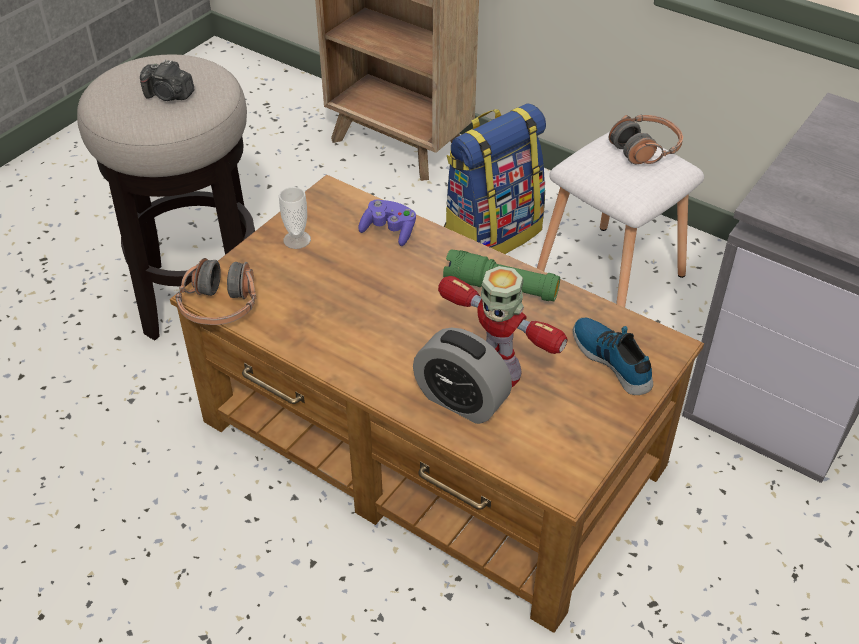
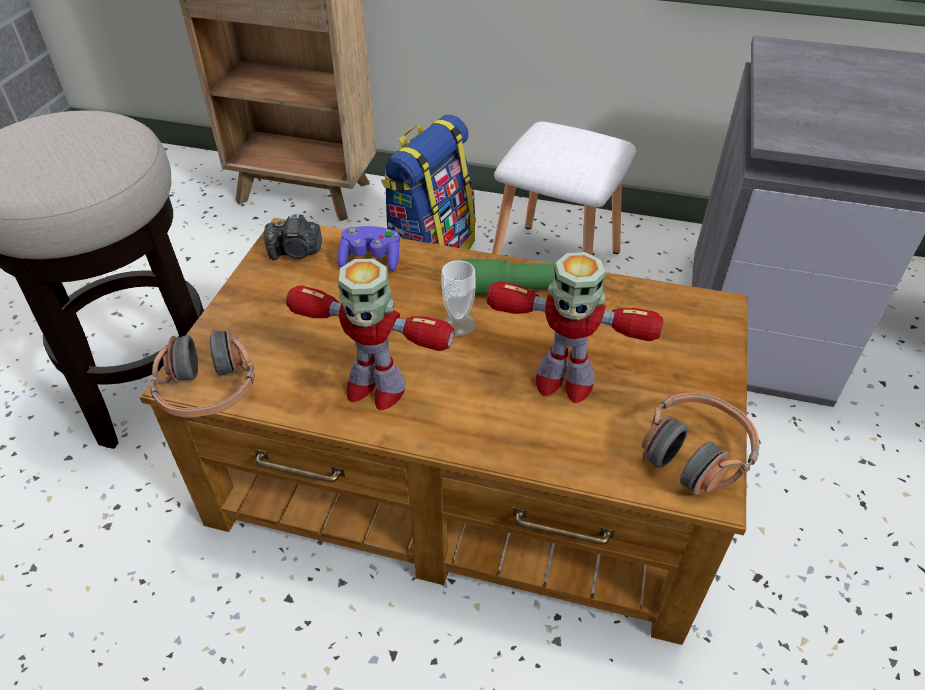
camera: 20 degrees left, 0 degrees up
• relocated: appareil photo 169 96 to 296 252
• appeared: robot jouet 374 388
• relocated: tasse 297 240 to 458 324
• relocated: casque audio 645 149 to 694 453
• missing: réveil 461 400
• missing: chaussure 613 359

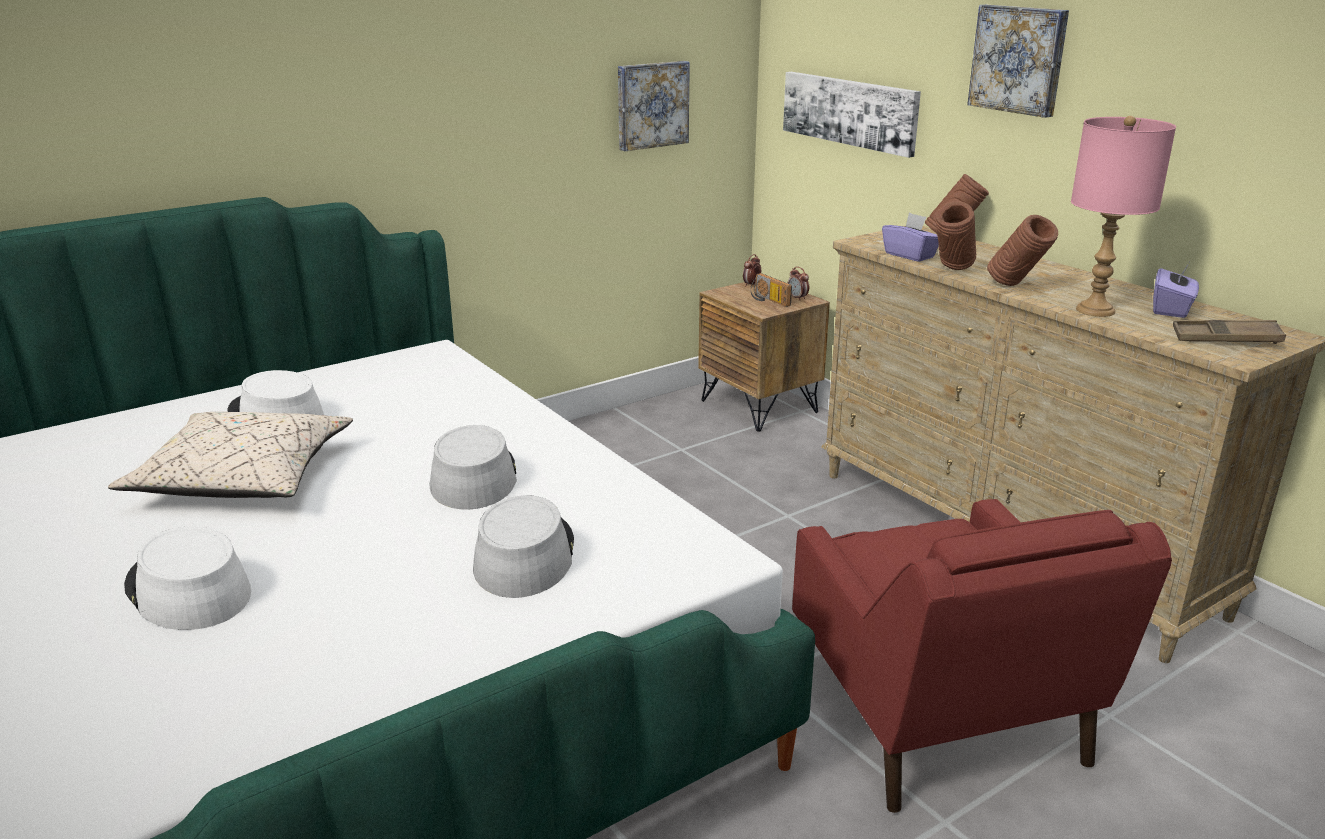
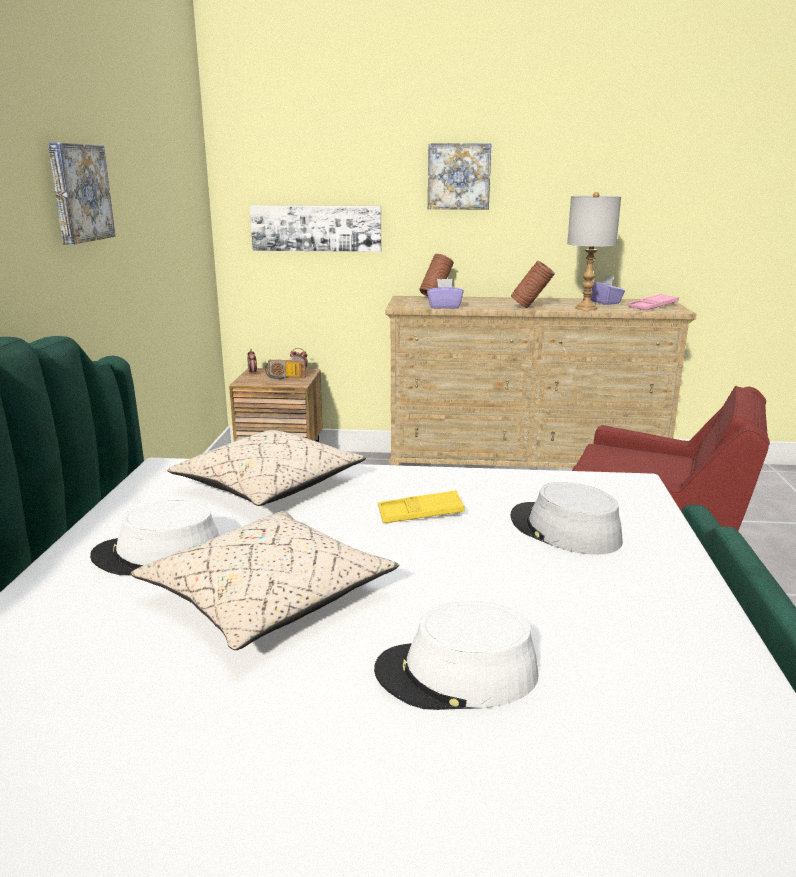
camera: 50 degrees left, 5 degrees down
• relocated: tableau 651 105 to 78 193
• appeared: coussin/beige 269 486
• exchanged: chapeau/gris 473 477 to plateau/jaune 420 513
• colour: lampe de table/rose 1096 310 to lampe de table/gris 586 308
• colour: plateau/marron 1225 339 to plateau/rose 653 306
• missing: vase/marron 952 271

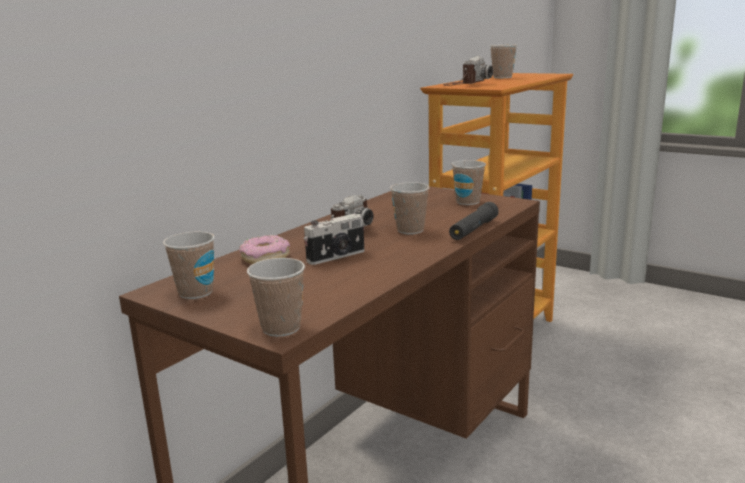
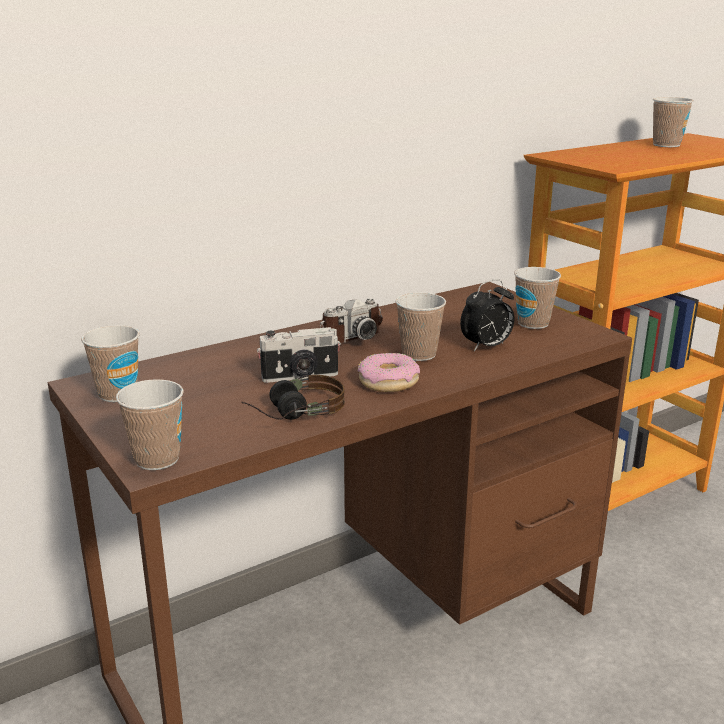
camera: 20 degrees right, 5 degrees up
• appeared: casque audio 292 414
• relocated: beignet 265 257 to 388 381
• appeared: réveil 486 347
• missing: appareil photo 465 84
• missing: lampe de poche/noir 473 229

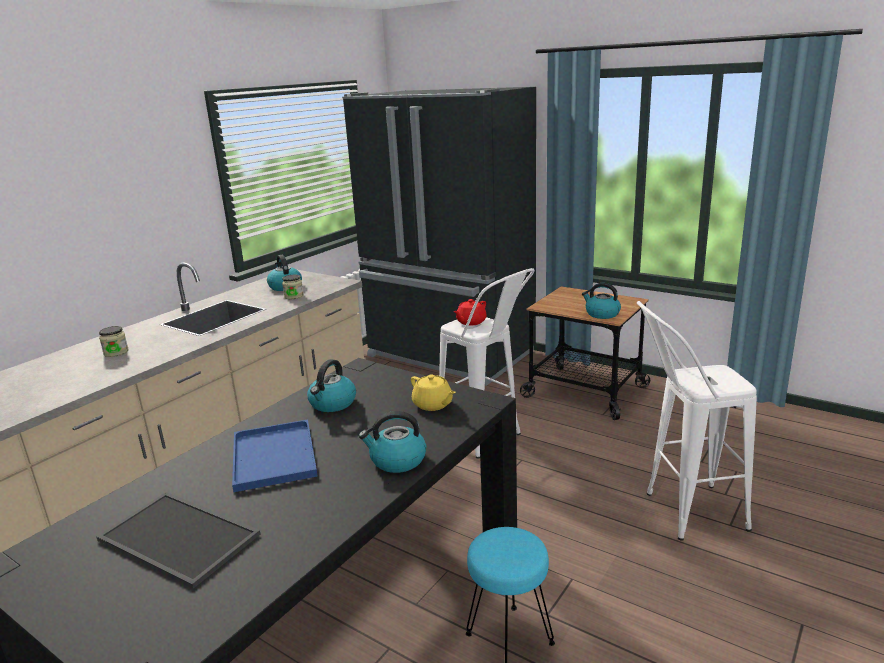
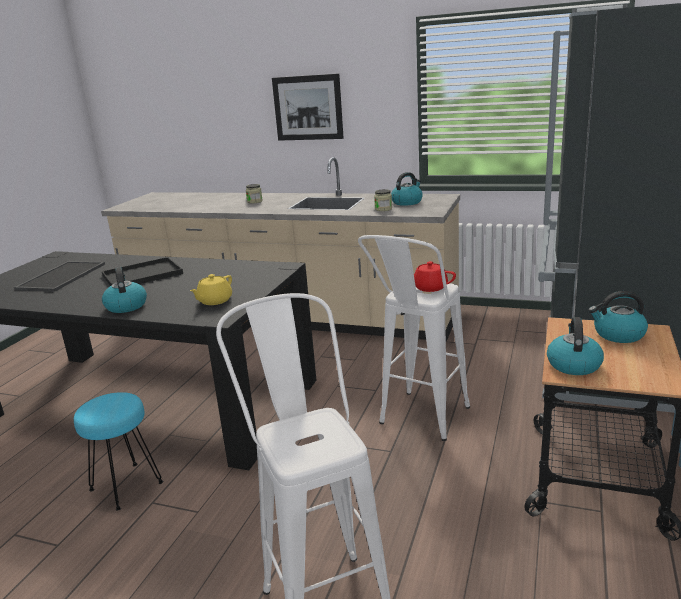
camera: 75 degrees right, 0 degrees up
• colour: plateau/bleu 272 455 to plateau/noir 144 274
• appeared: tableau 308 108
• relocated: bouilloire 332 403 to 618 335

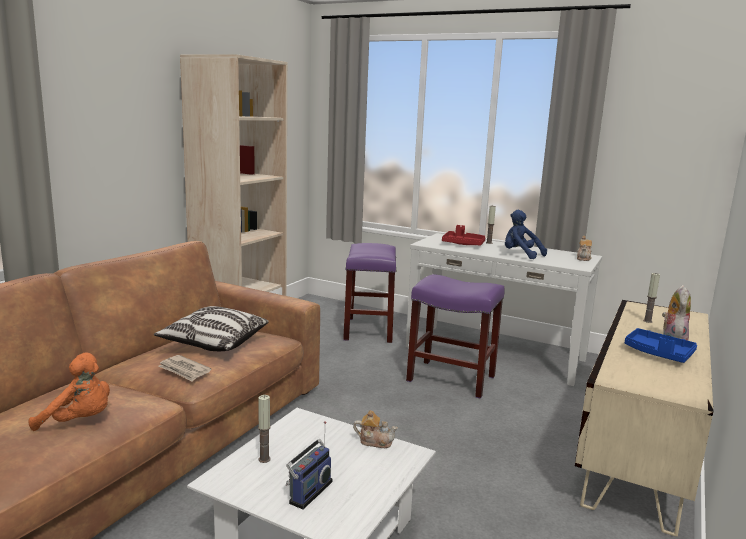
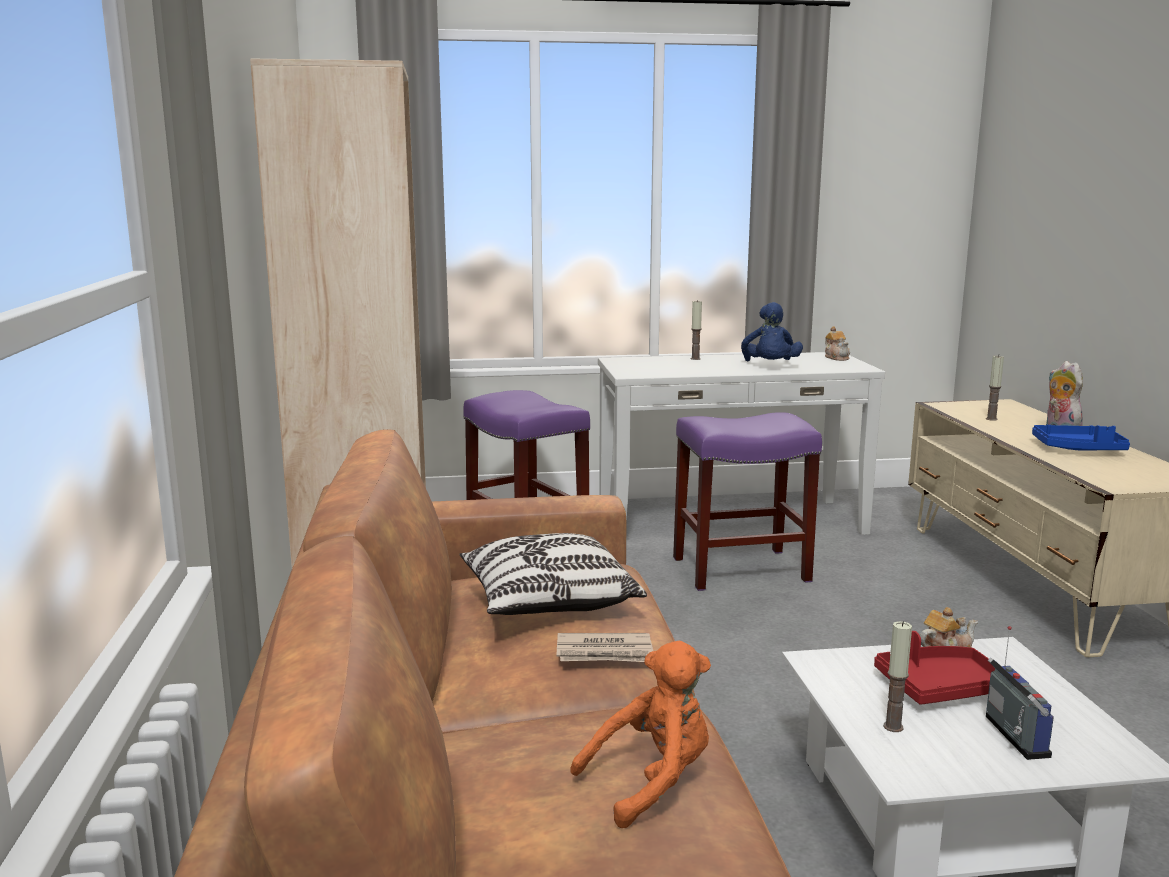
camera: 35 degrees left, 0 degrees up
• spun: peluche/bleu 520 255 = 770 366 90 degrees counterclockwise
• relocated: plateau/rouge 463 244 to 940 687

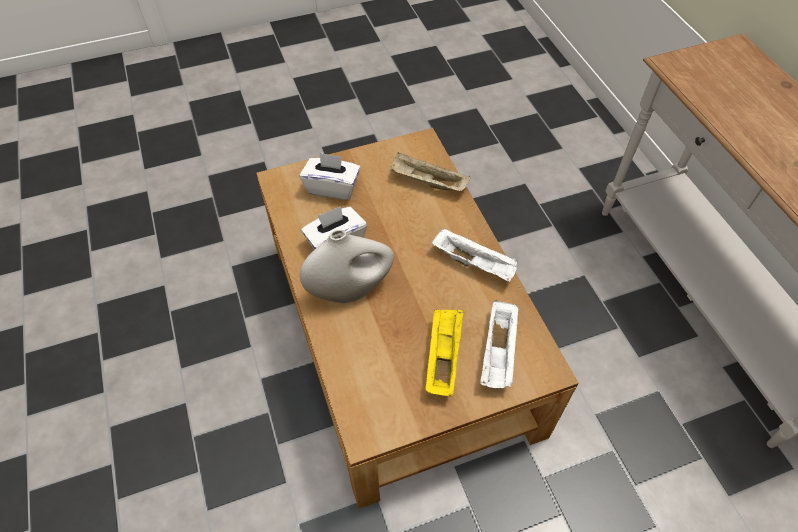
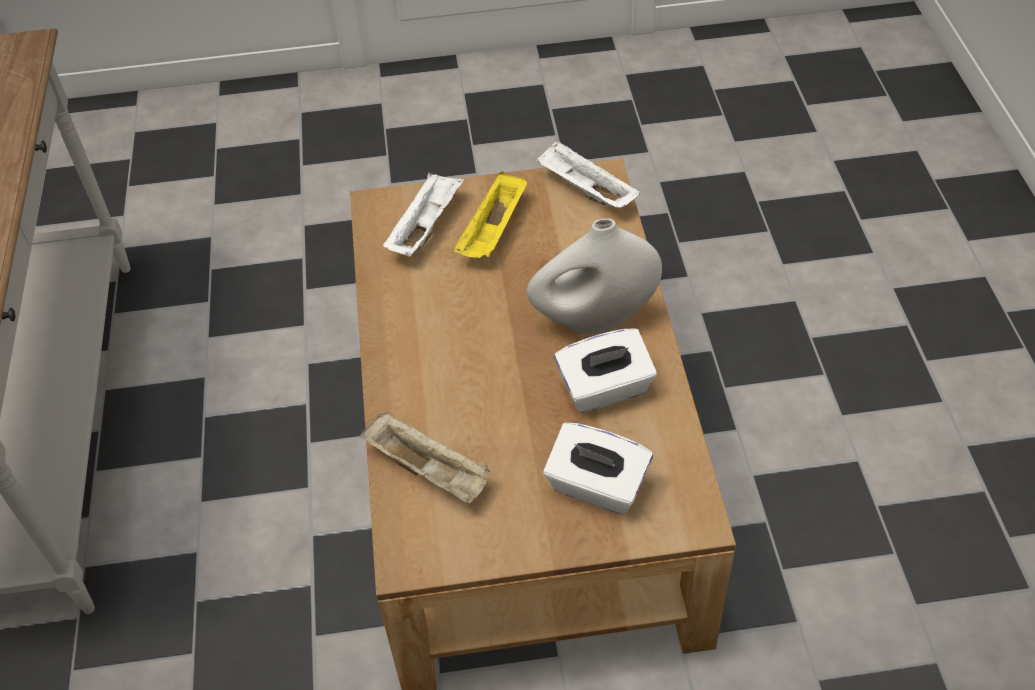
camera: 165 degrees left, 5 degrees down
• relocated: plateau/blanc 474 263 to 585 190

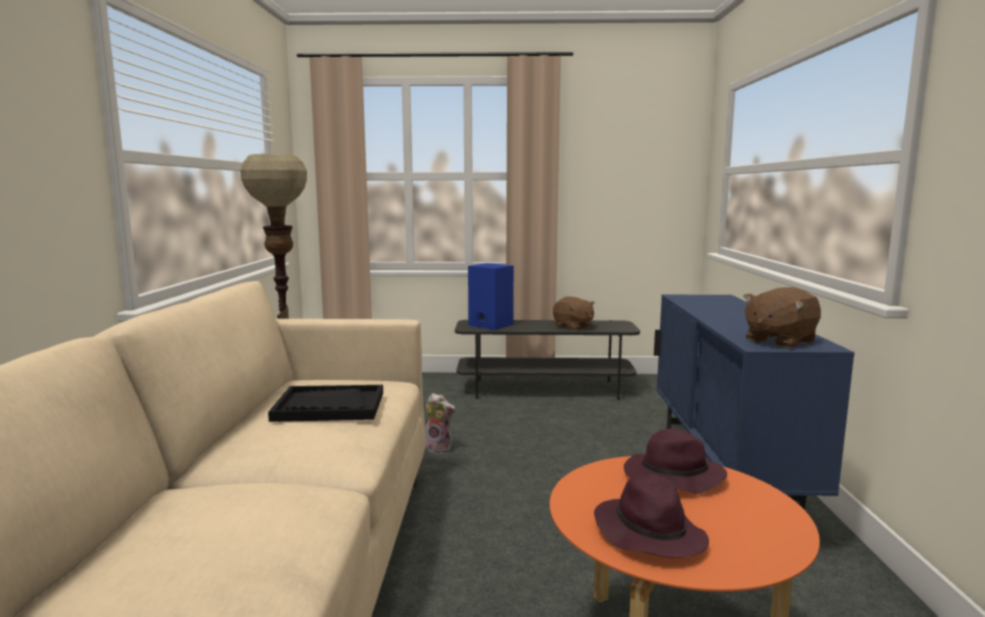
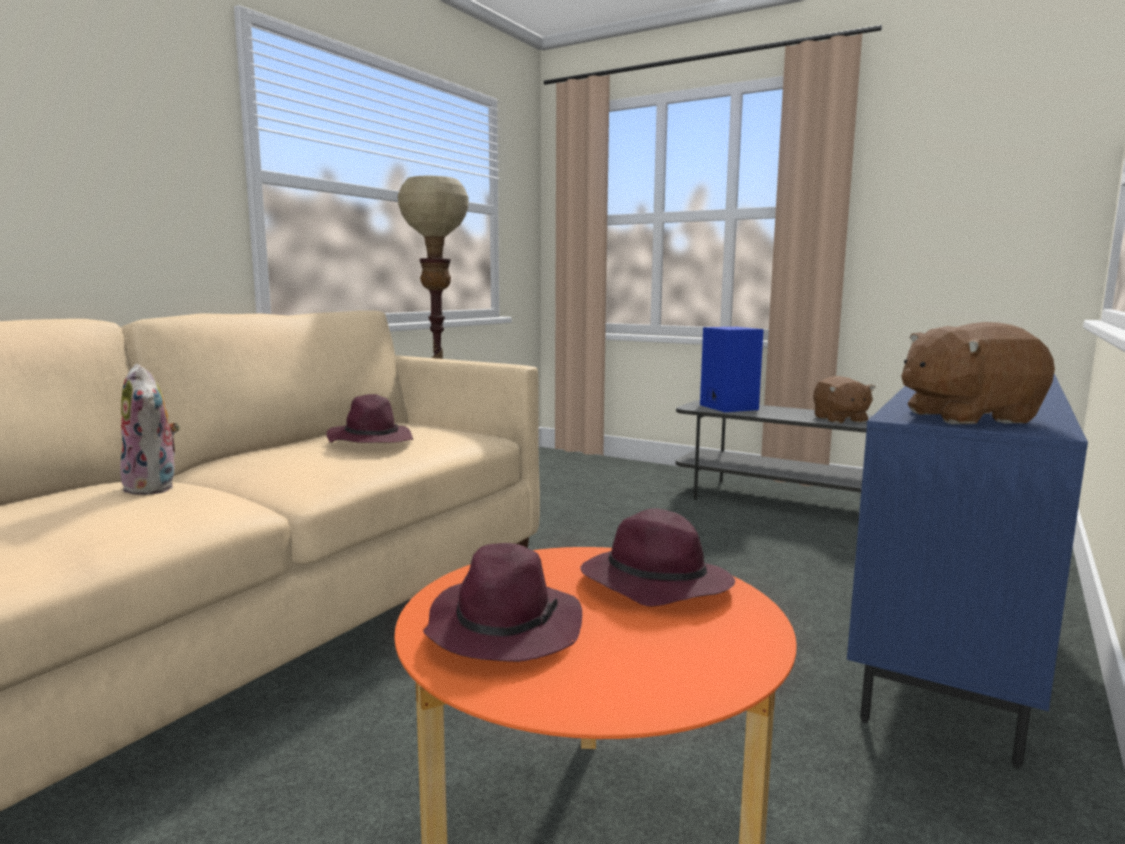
camera: 30 degrees right, 0 degrees up
• relocated: peluche 439 447 to 155 488
• exchanged: plateau/noir 329 406 to chapeau/violet 370 441

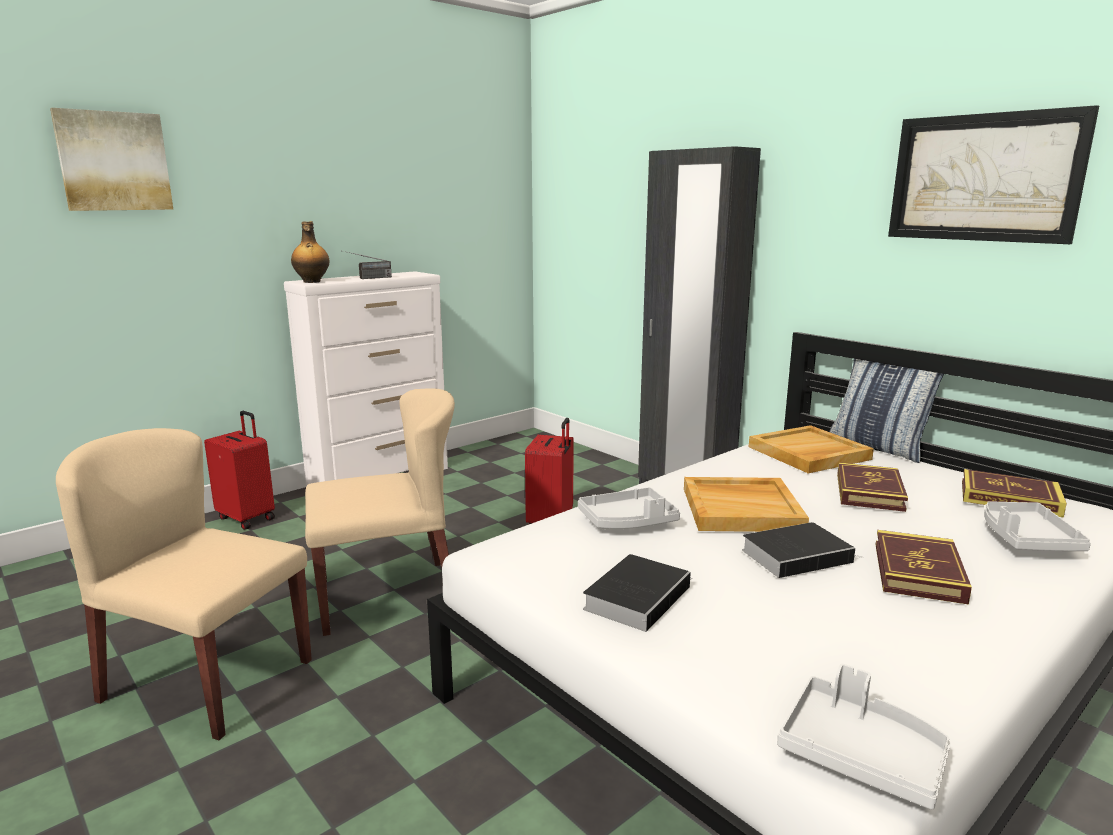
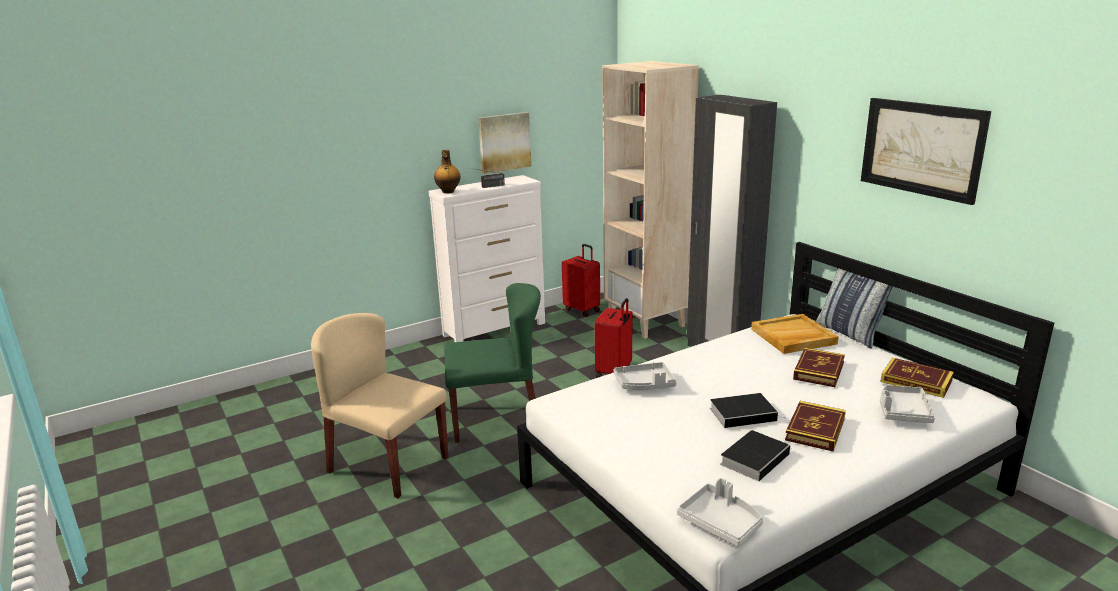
camera: 10 degrees right, 5 degrees up
• colour: chaise/beige 388 596 to chaise/vert 496 419
• relocated: tableau 114 161 to 504 142
• relocated: valise/rouge 247 518 to 582 310
• appeared: bibliothèque/beige 646 322
• relocated: livre 638 596 to 755 458
• missing: plateau/beige 742 508

